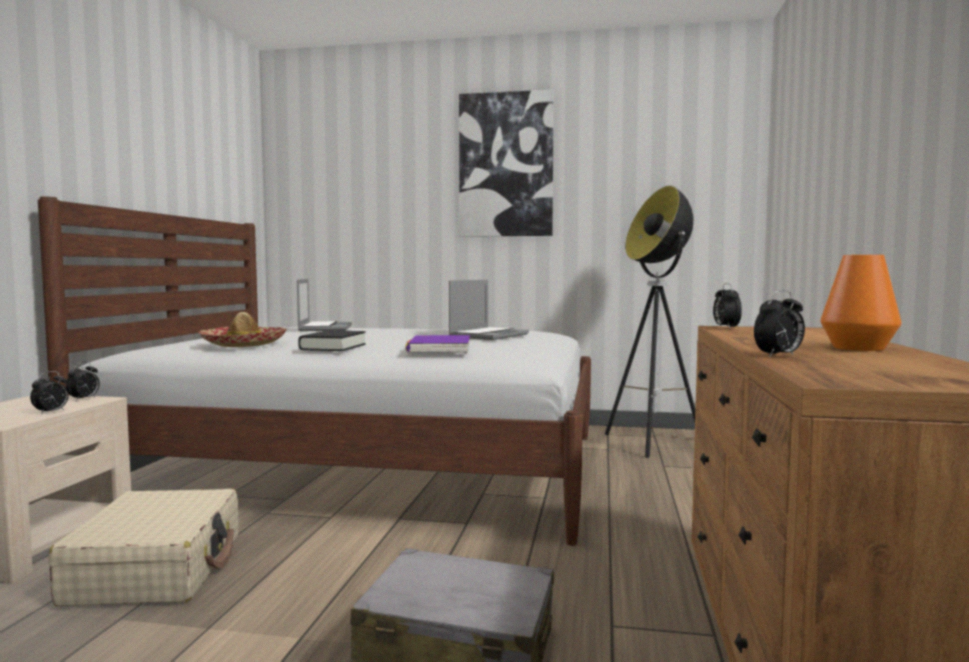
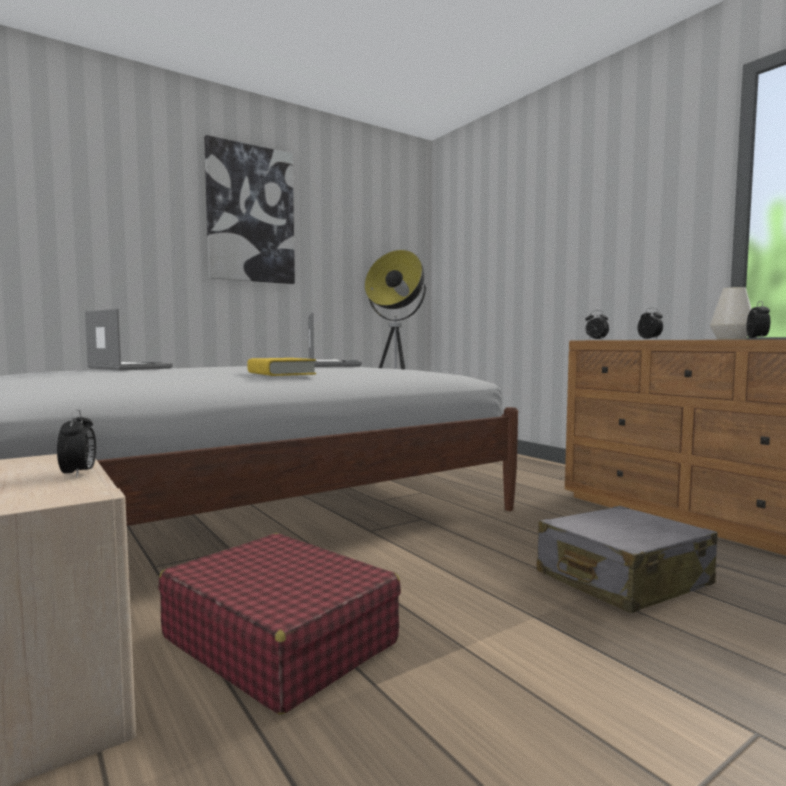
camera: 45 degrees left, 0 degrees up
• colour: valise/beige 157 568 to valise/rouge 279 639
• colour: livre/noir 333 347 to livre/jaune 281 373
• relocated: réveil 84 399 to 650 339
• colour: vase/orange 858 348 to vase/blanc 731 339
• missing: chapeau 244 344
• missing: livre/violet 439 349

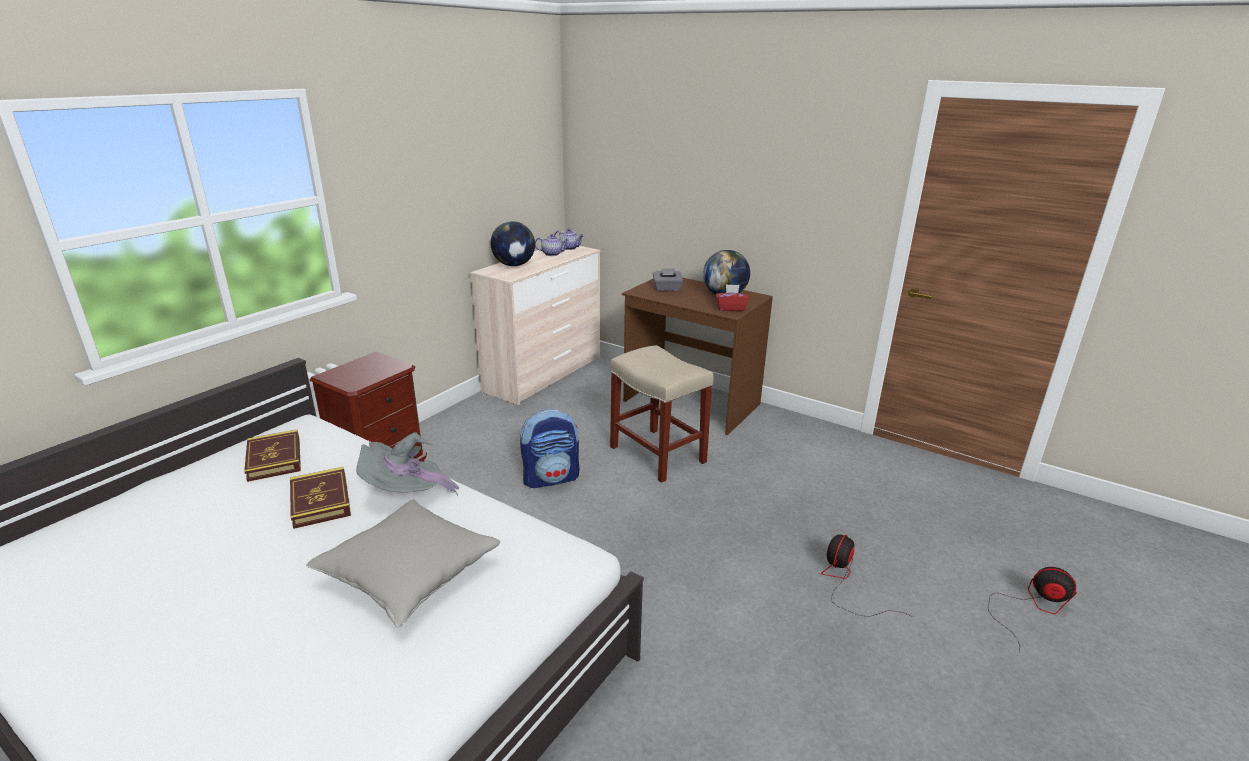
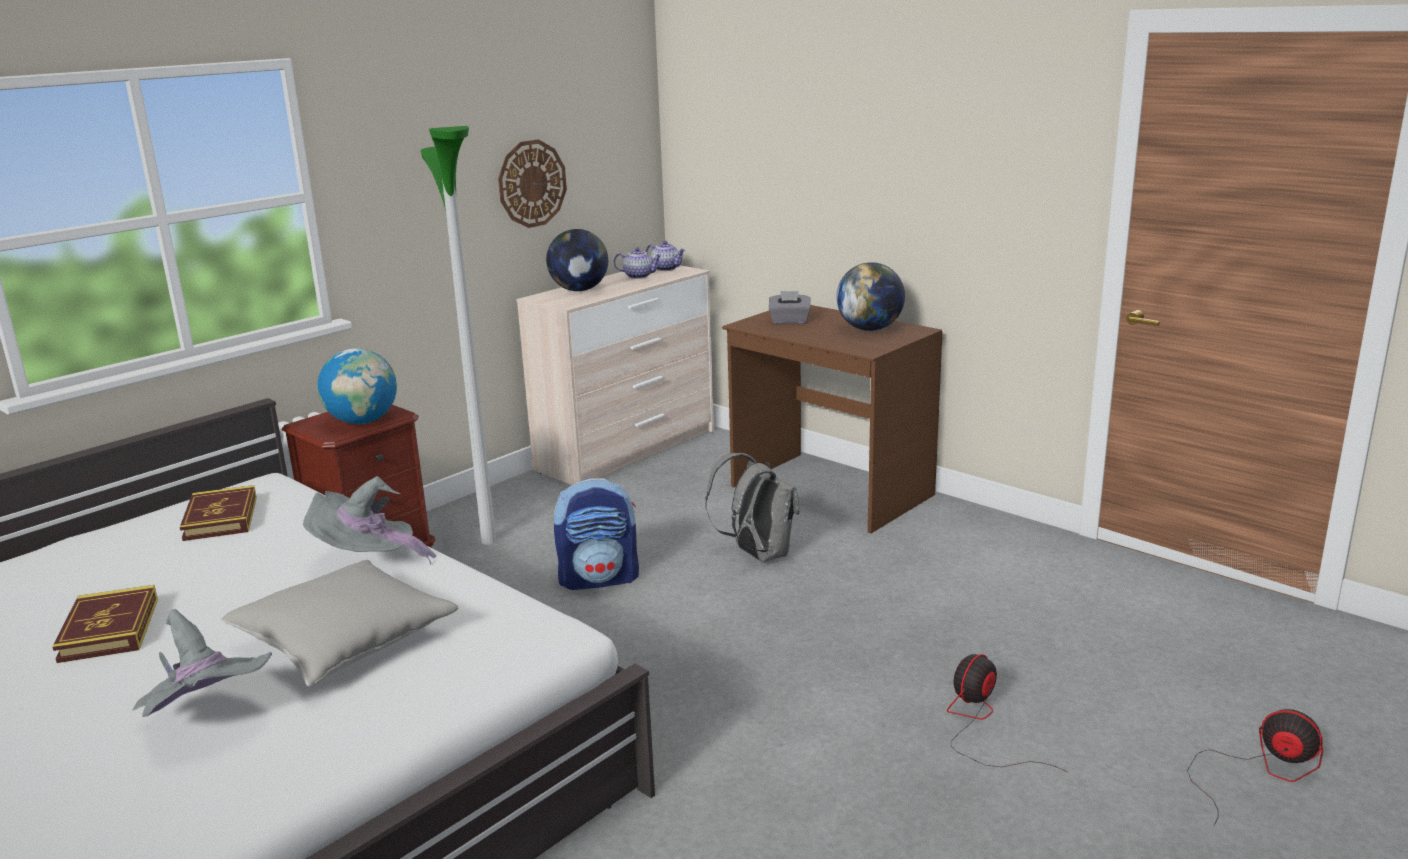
camera: 10 degrees right, 5 degrees down
• relocated: livre 320 501 to 109 629
• appeared: chapeau/gris 209 720
• appeared: globe 363 421
• appeared: lampadaire 489 541
• appeared: horloge murale 532 183
• exchanged: tabouret/beige 656 454 to sac à dos/gris 757 554
• missing: boîte à mouchoirs/rouge 730 308

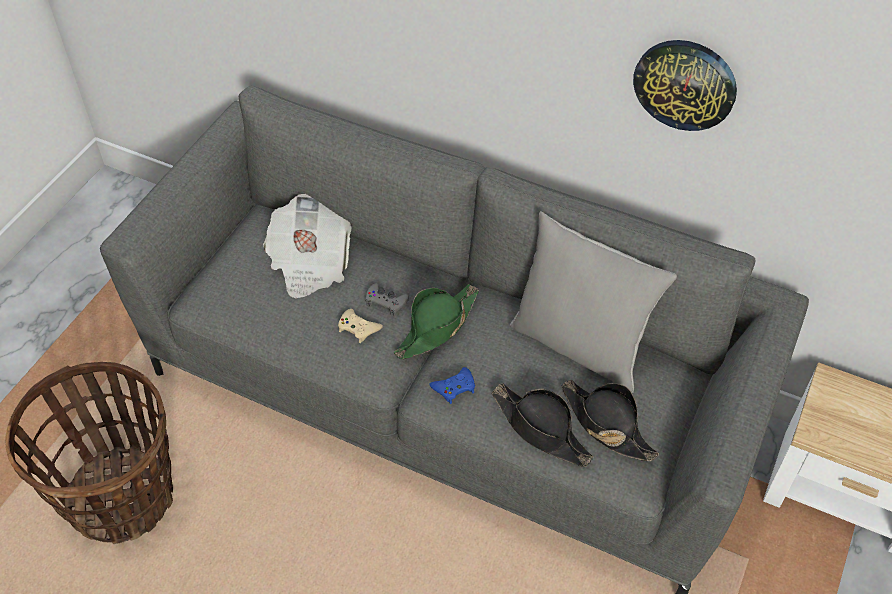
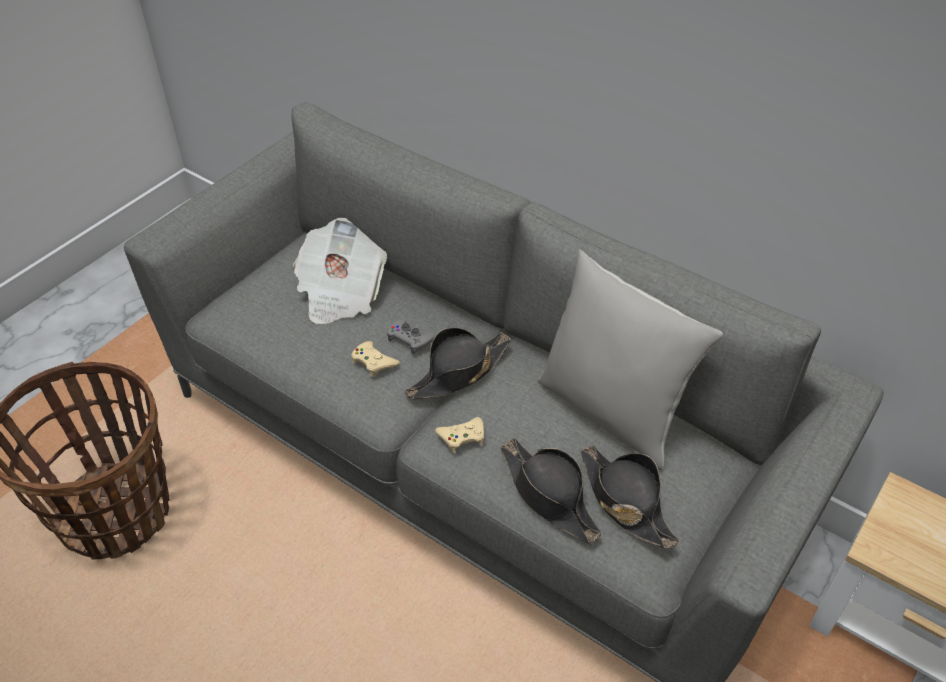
camera: 10 degrees right, 5 degrees down
• colour: chapeau/vert 437 327 to chapeau/noir 458 372
• colour: manette/bleu 454 387 to manette/beige 462 437
• missing: horloge murale 685 84

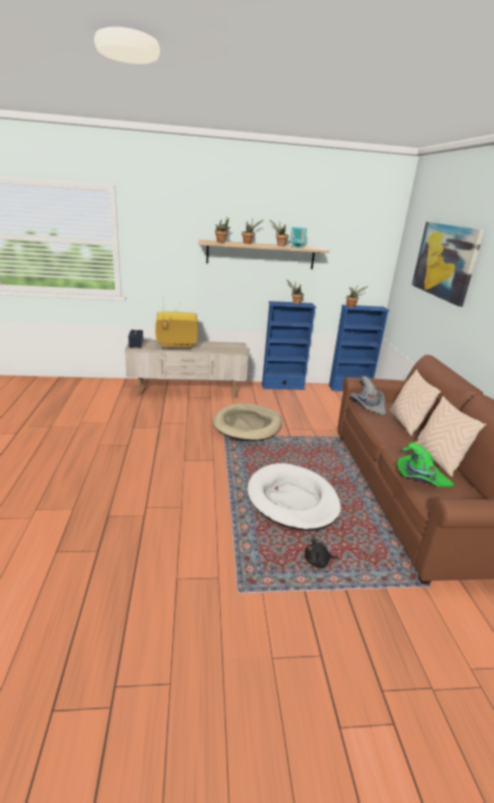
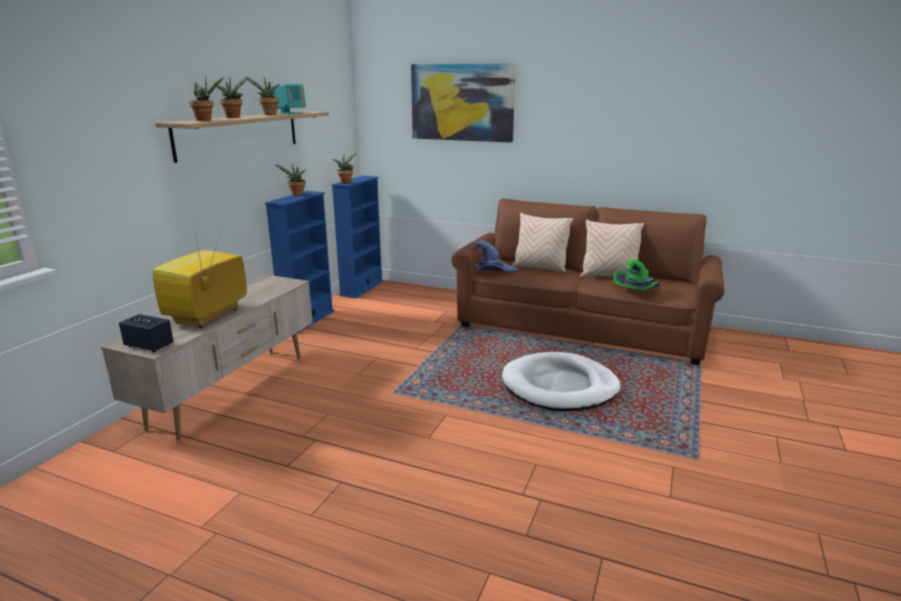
camera: 60 degrees left, 5 degrees down
• colour: chapeau/gris 367 405 to chapeau/violet 492 271
• missing: panier pour chien/beige 247 425
• missing: peluche/noir 318 562

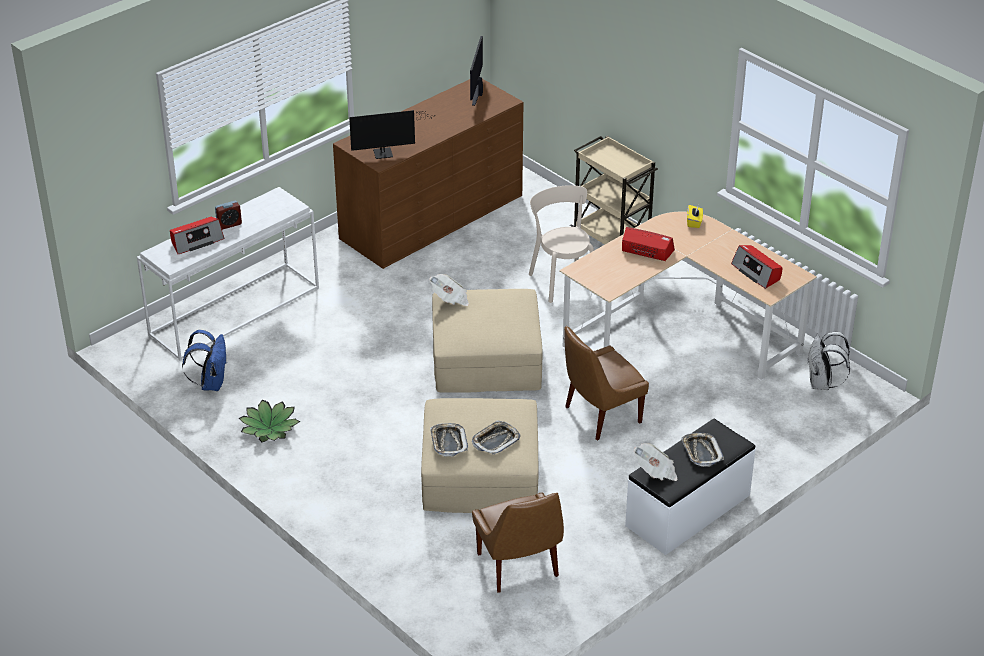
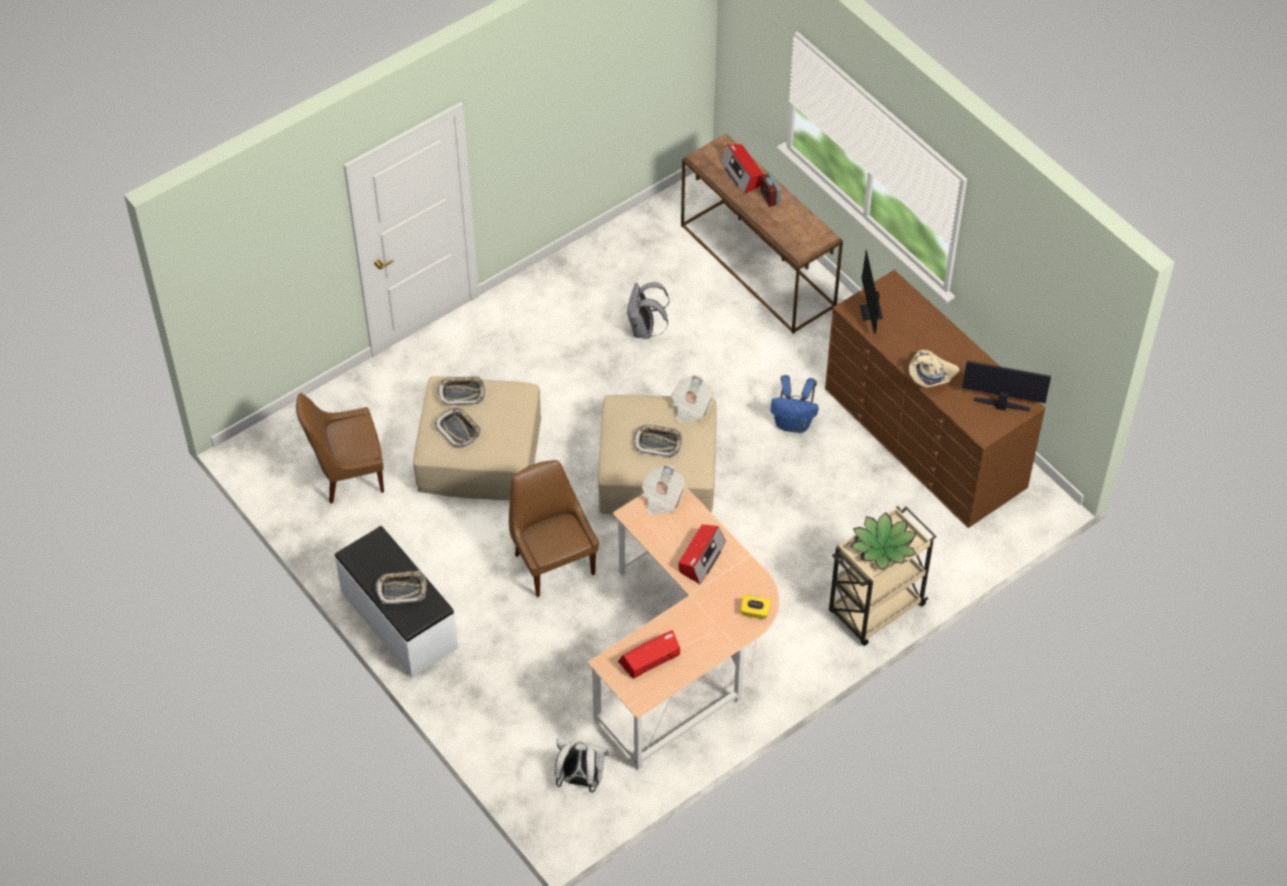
camera: 95 degrees right, 15 degrees up
• appeared: sac à dos/gris 644 330
• appeared: plateau 658 442
• relocated: journal 656 472 to 662 498
• colour: table console/blanc 235 310 to table console/marron 759 266
• relocated: sac à dos/bleu 211 383 to 793 423
• relocated: plante en pot 270 428 to 883 547
• appeared: chapeau/beige 931 375
• missing: chaise/beige 562 280

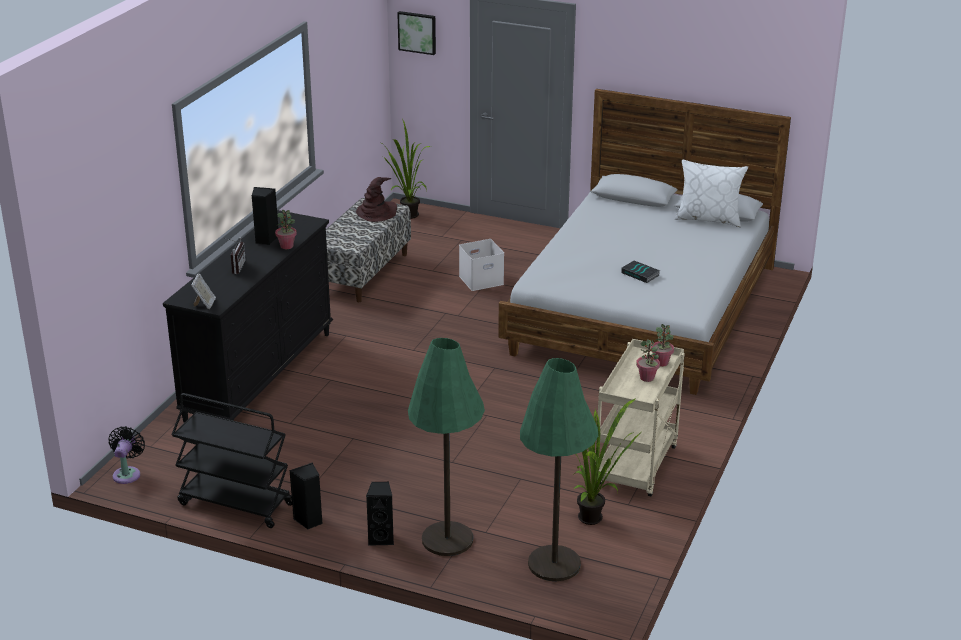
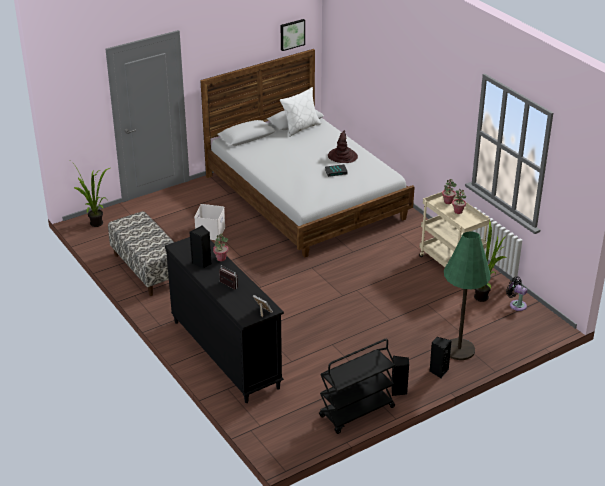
camera: 55 degrees left, 5 degrees up
• relocated: tableau 417 32 to 292 34
• relocated: chapeau/marron 376 212 to 342 156
• relocated: ventilateur/noir 127 473 to 516 305
• missing: lampadaire/vert 554 564

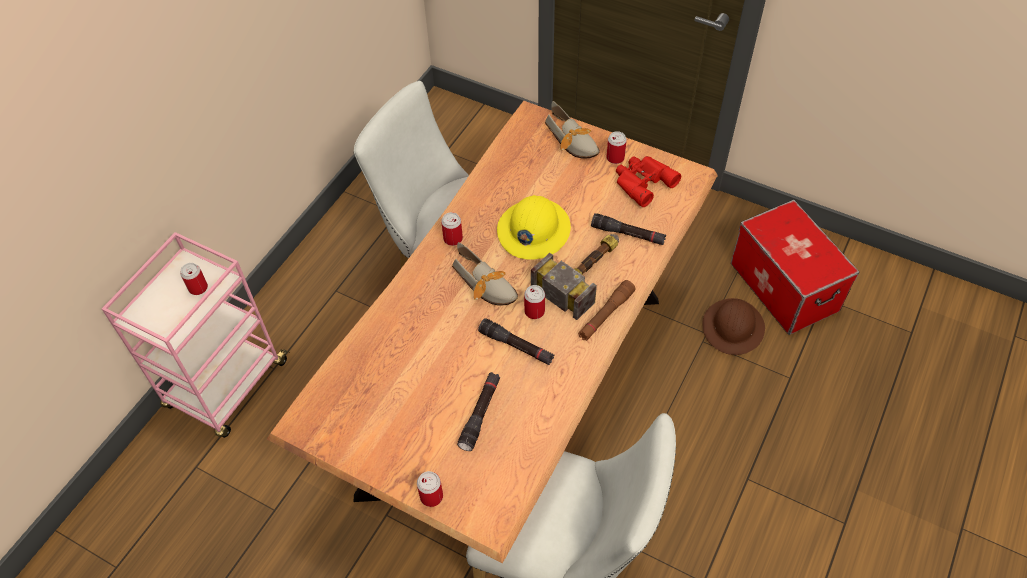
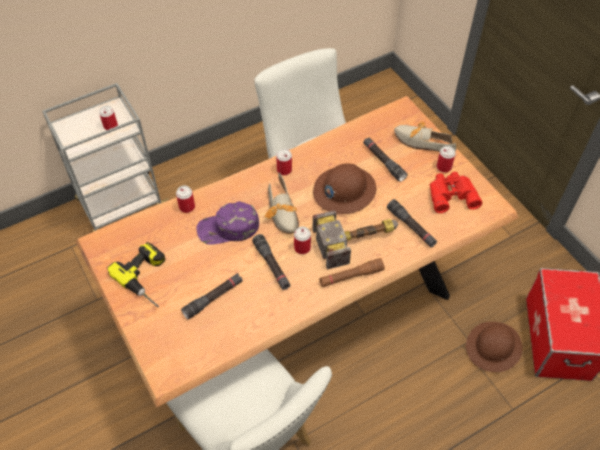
camera: 30 degrees right, 0 degrees up
• colour: chariot/rose 226 386 to chariot/gris 122 205
• appeared: perceuse 149 278
• relocated: boîte métallique 431 496 to 187 207
• appeared: casquette/violet 228 228
• colour: casque de chantier/jaune 533 230 to casque de chantier/marron 344 191
• appeared: lampe de poche/noir 383 162
• spun: chaussure 573 142 = 420 142 120 degrees clockwise

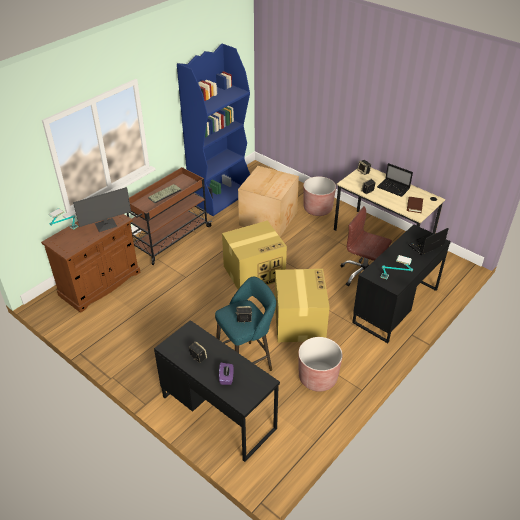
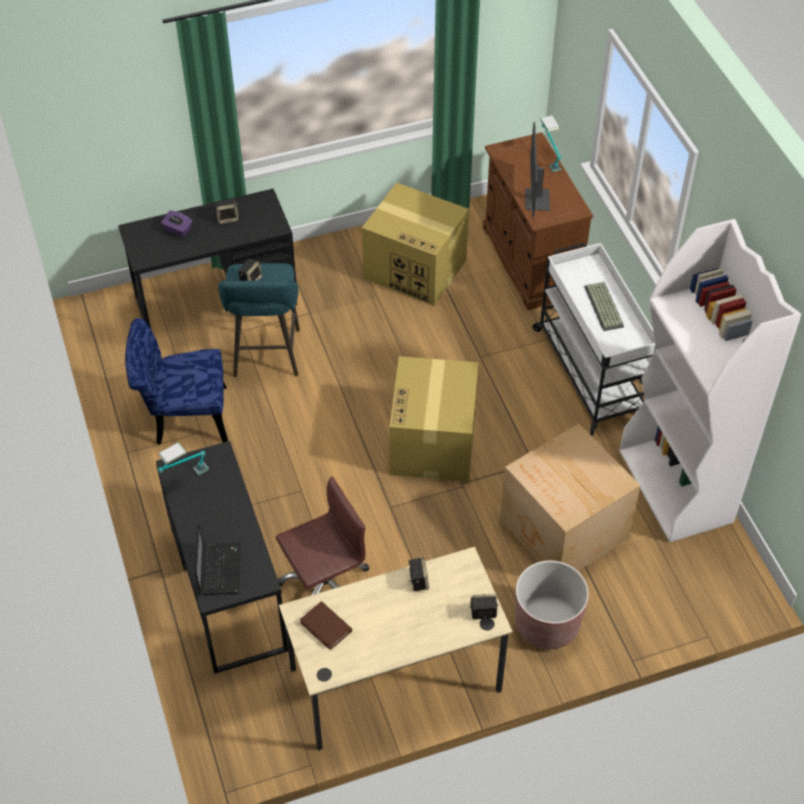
camera: 120 degrees right, 10 degrees up
• exchanged: cache-pot/marron 318 378 to chaise/bleu 183 417
• relocated: carton 299 320 to 416 269
• colour: chariot/marron 170 238 to chariot/blanc 589 371
• colour: bibliothèque/bleu 220 197 to bibliothèque/blanc 676 487
• missing: ordinateur portable 394 188

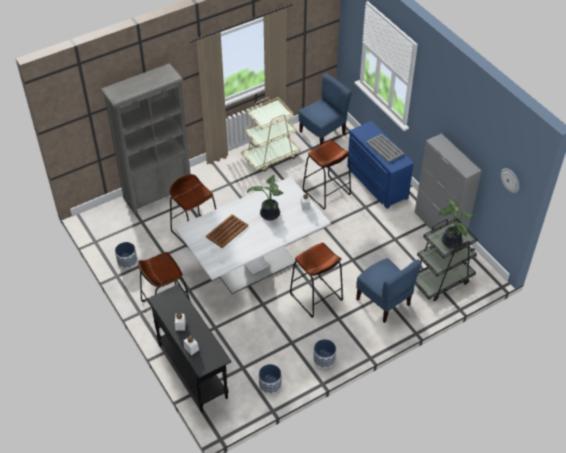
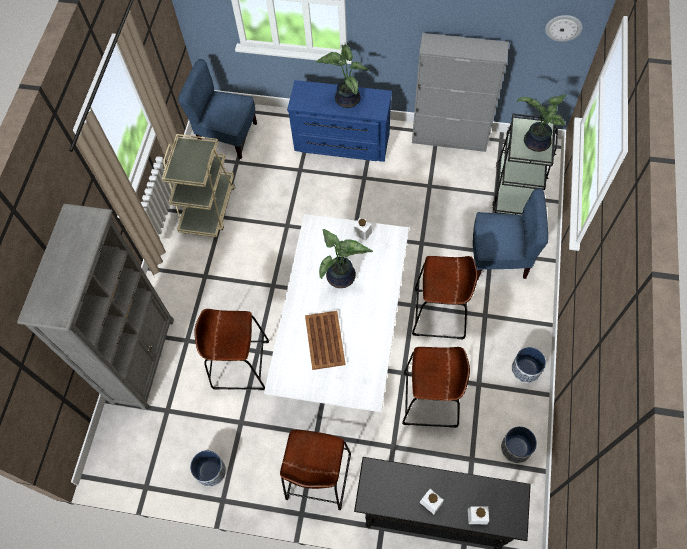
camera: 45 degrees left, 15 degrees up
• spun: chaise/bleu 323 133 = 228 136 75 degrees counterclockwise
• exchanged: plateau/gris 384 148 to plante en pot 346 99
• relocated: tabouret/marron 326 192 to 430 400

